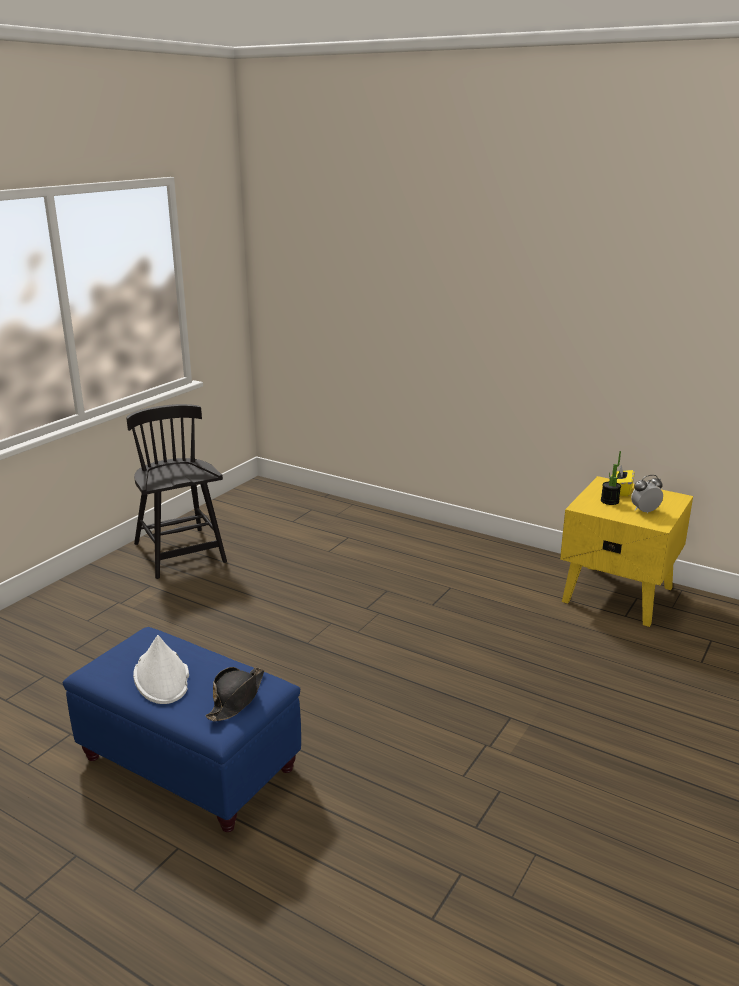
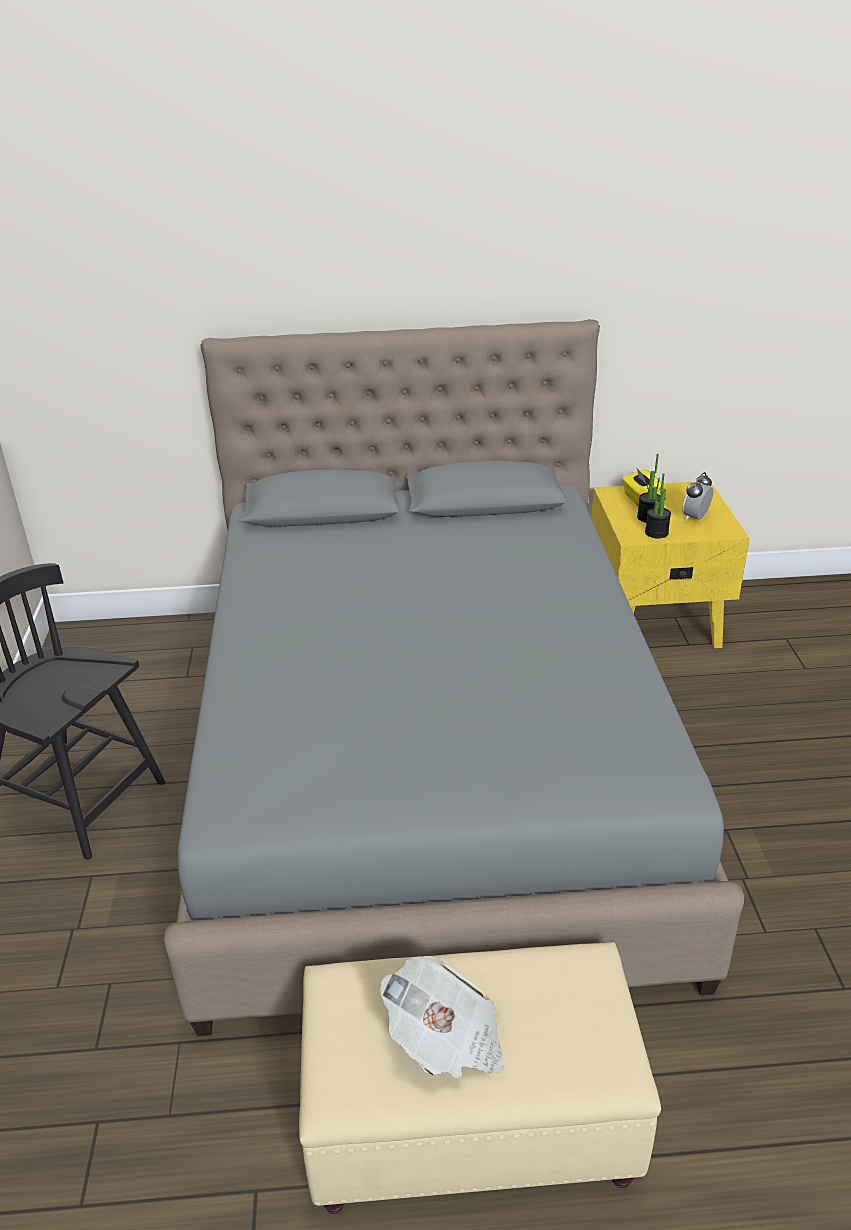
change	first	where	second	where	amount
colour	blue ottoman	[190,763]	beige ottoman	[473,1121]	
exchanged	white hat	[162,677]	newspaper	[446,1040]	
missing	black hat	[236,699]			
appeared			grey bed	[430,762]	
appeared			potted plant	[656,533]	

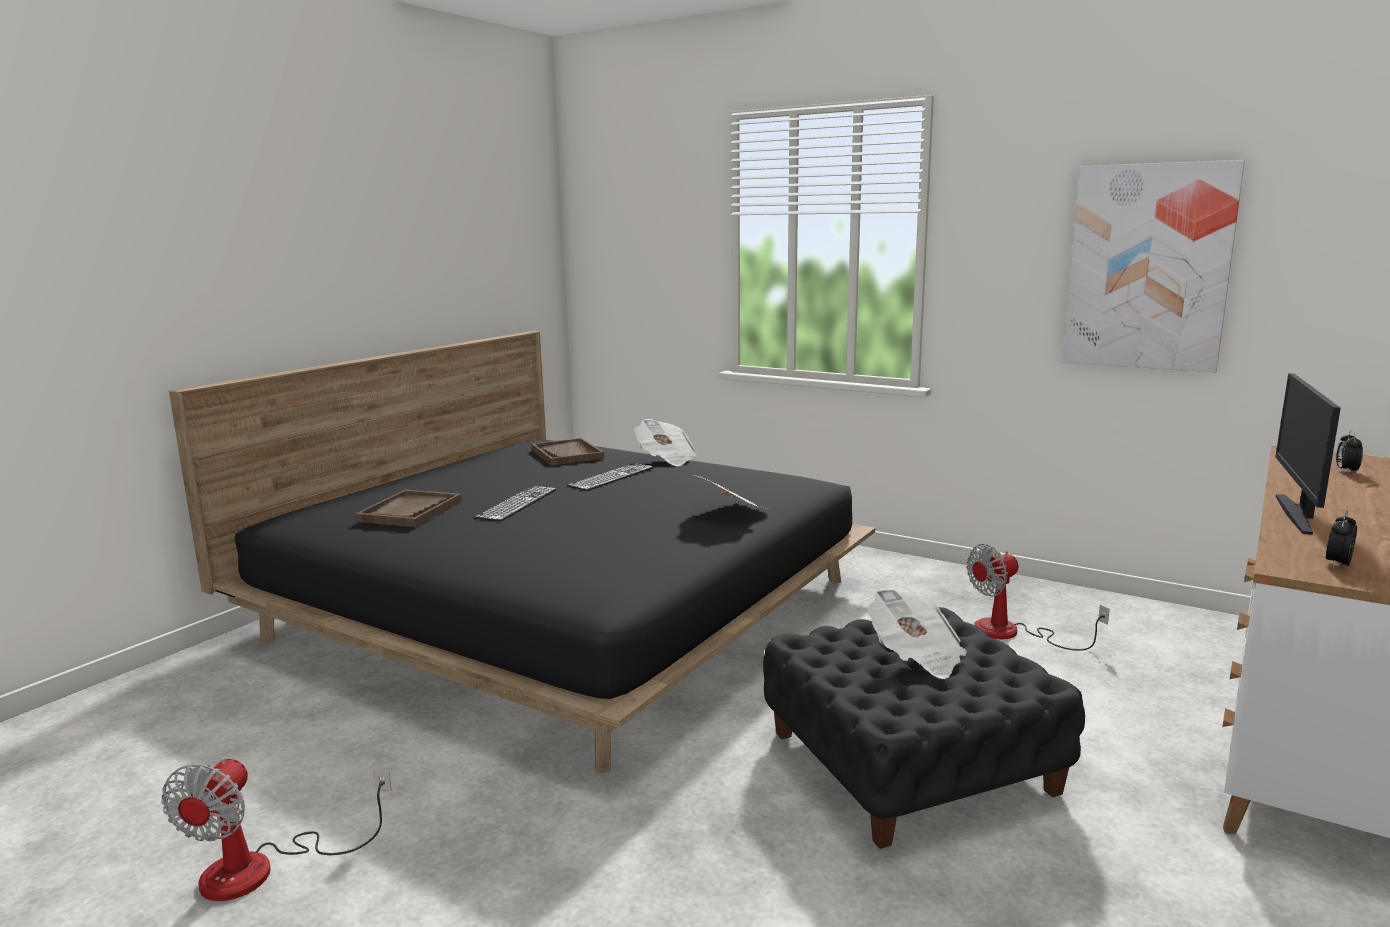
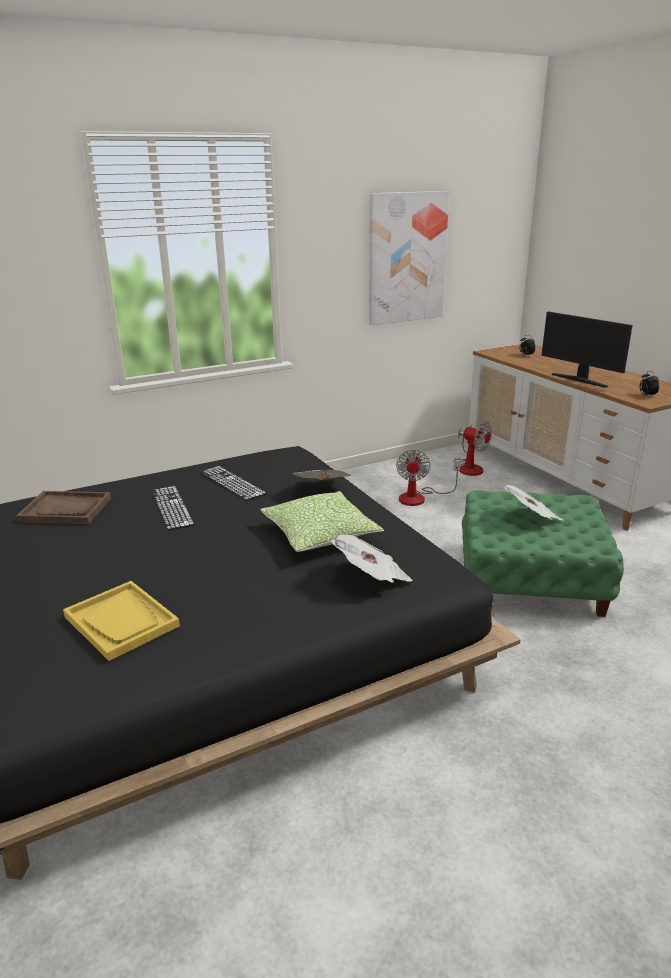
change	first	where	second	where	amount
relocated	fan	[263,868]		[469,467]	
colour	brown tray	[410,511]	yellow tray	[122,621]	
relocated	keyboard	[517,503]		[232,483]	
relocated	newspaper	[666,459]		[372,577]	
colour	black ottoman	[910,762]	green ottoman	[530,577]	
appeared			pillow	[320,534]	

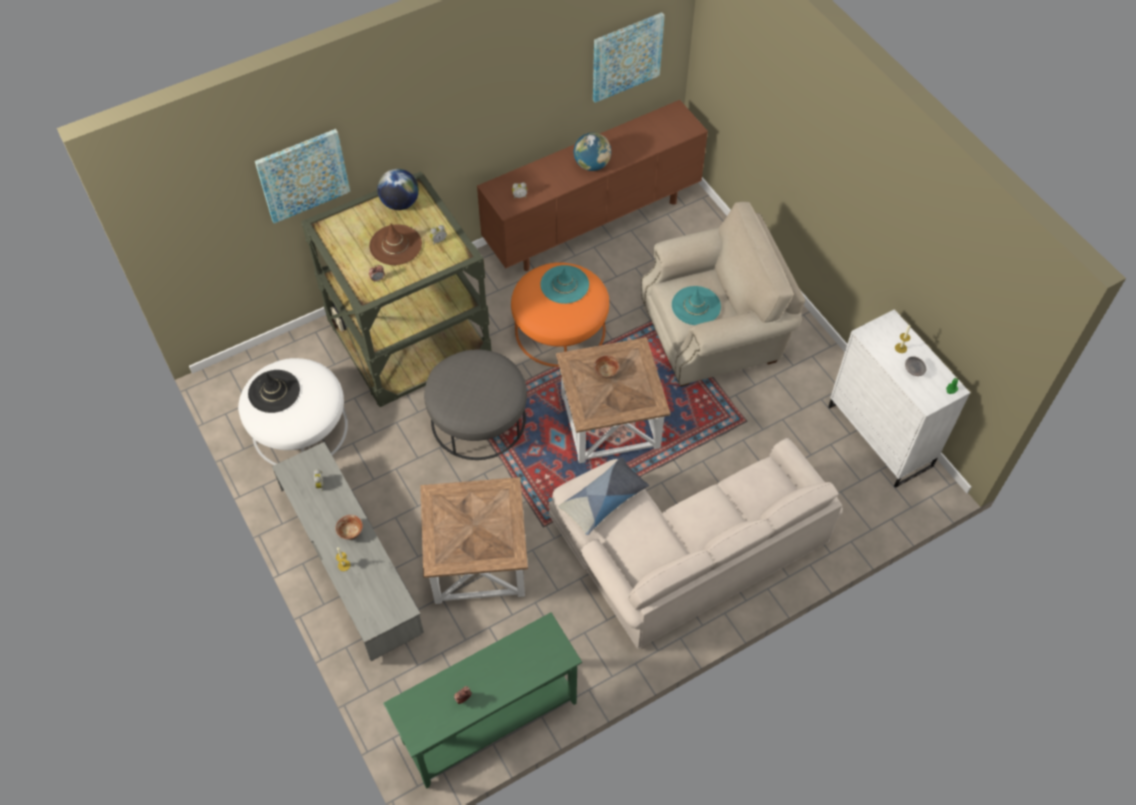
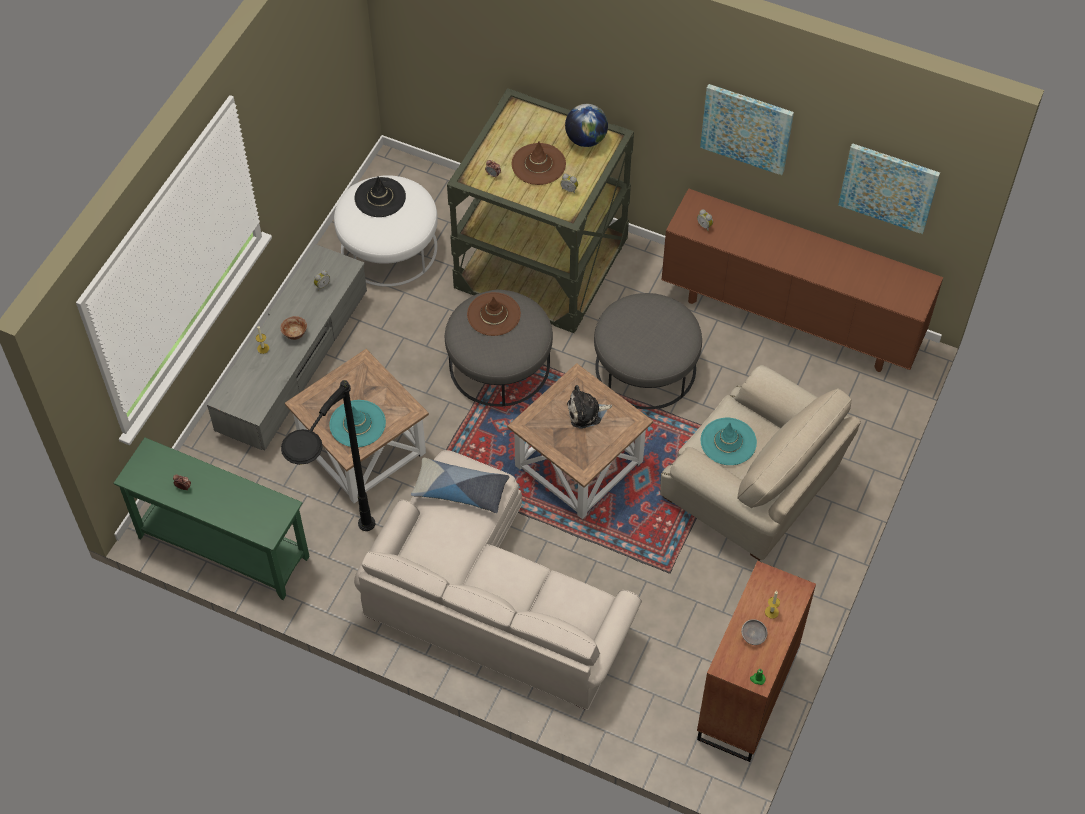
change	first	where	second	where	amount
relocated	picture	[303,175]		[746,128]	
colour	orange ottoman	[560,330]	grey ottoman	[645,367]	
relocated	turquoise hat	[564,285]		[357,424]	
missing	globe	[592,165]			
exchanged	bowl	[606,373]	plush toy	[586,412]	
colour	white dresser	[881,436]	brown dresser	[747,697]	
appeared			black floor lamp	[340,568]	
appeared			brown hat	[493,314]	

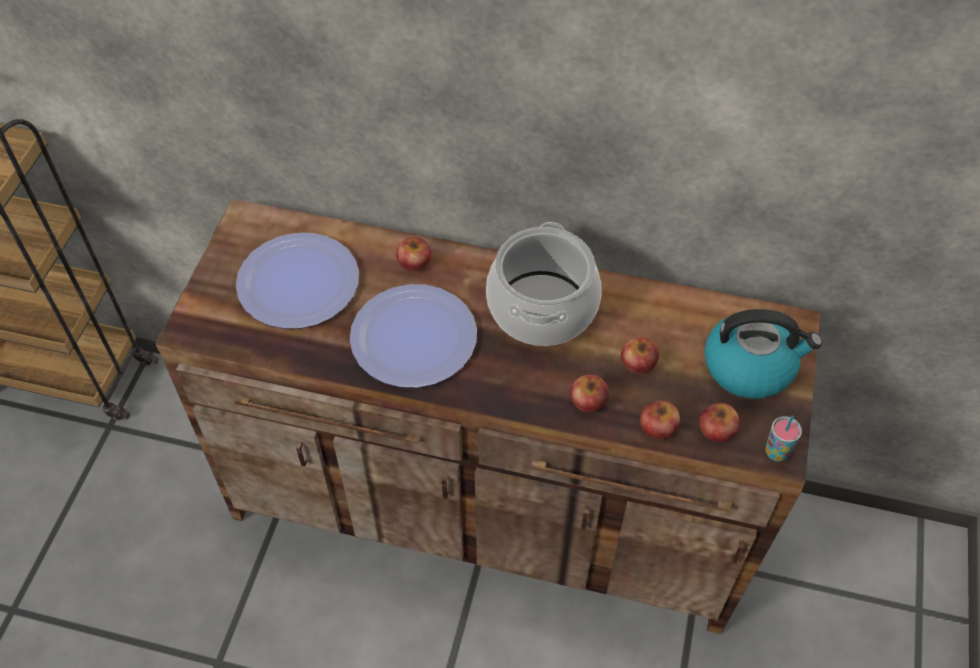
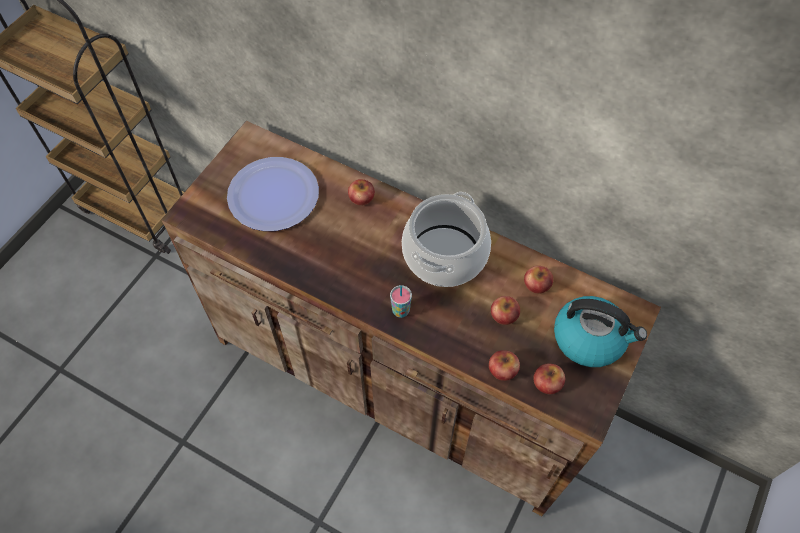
change	first	where	second	where	amount
missing	plate	[414,337]			
relocated	apple	[588,400]		[537,284]	
relocated	cup	[776,453]		[400,311]	

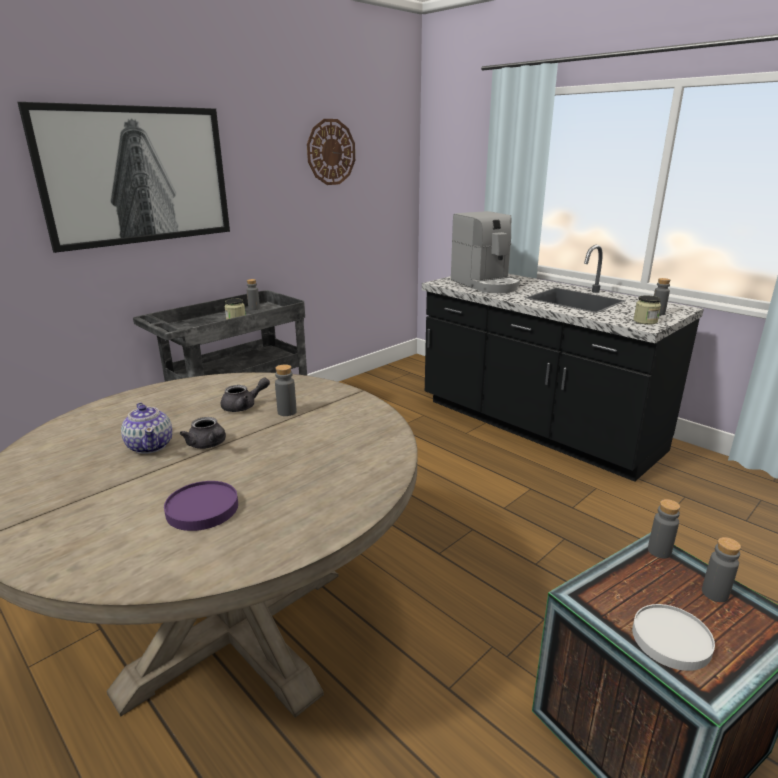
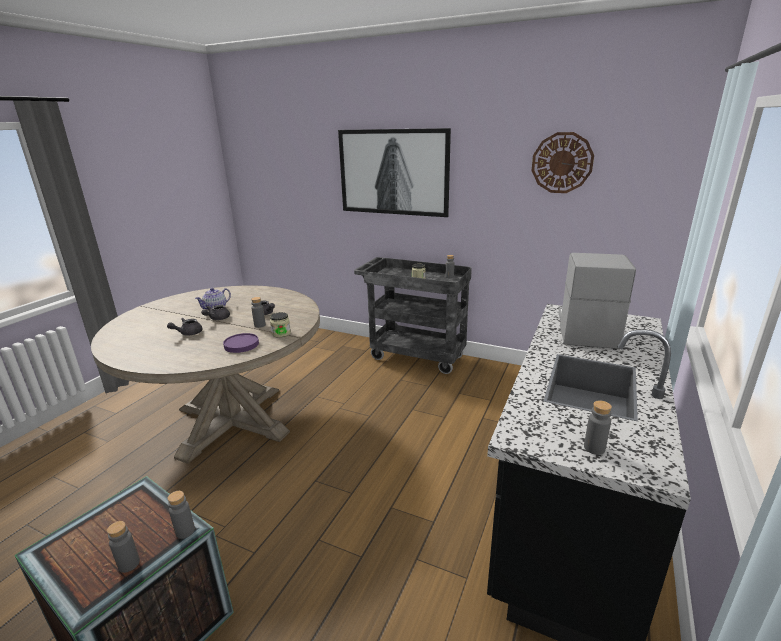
change	first	where	second	where	amount
relocated	purple plate	[201,509]		[241,344]	
spun	coffee machine	[486,284]		[585,329]	150 degrees clockwise
missing	white plate	[670,640]			
relocated	jar	[645,321]		[281,333]	
appeared			grey teapot	[188,333]	

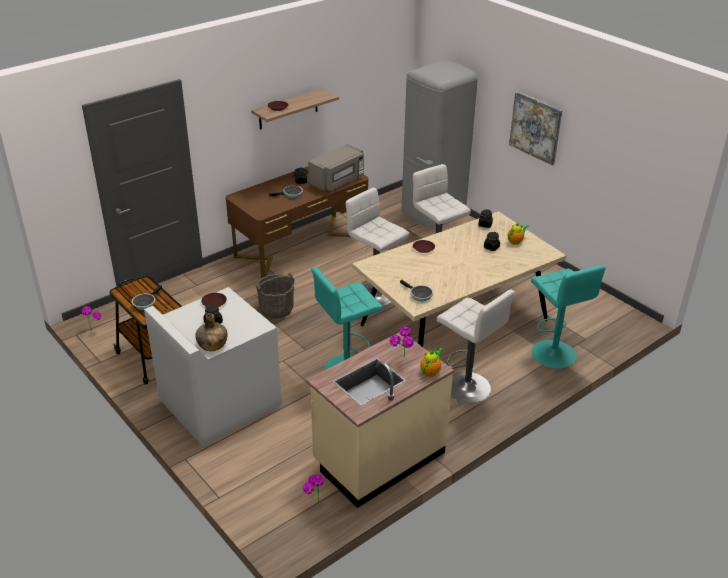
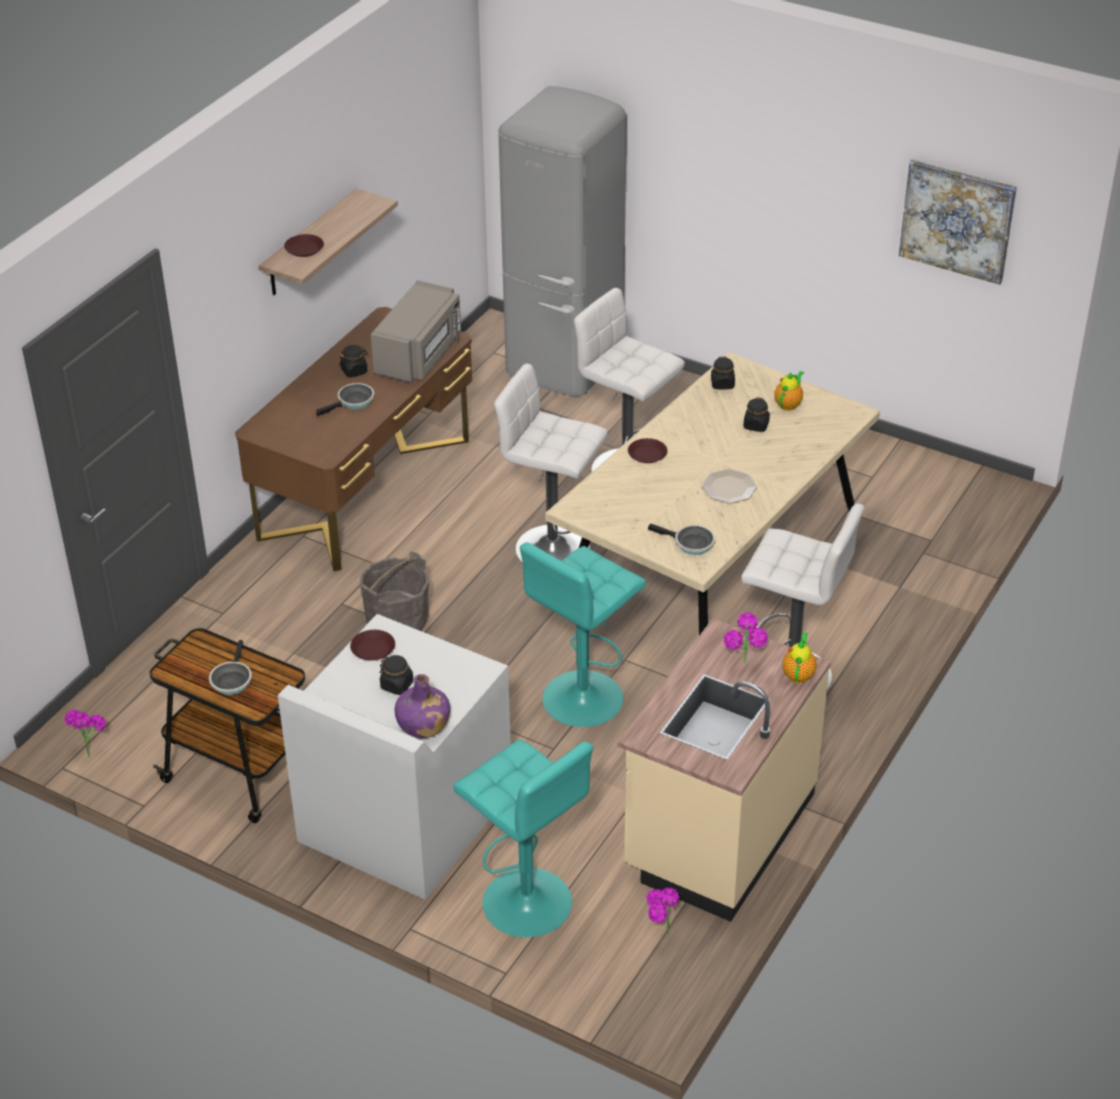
change	first	where	second	where	amount
colour	green bottle	[212,344]	purple bottle	[423,725]	
relocated	picture	[535,127]		[957,220]	
relocated	turquoise stool	[553,354]		[527,903]	
appeared			plate	[728,487]	

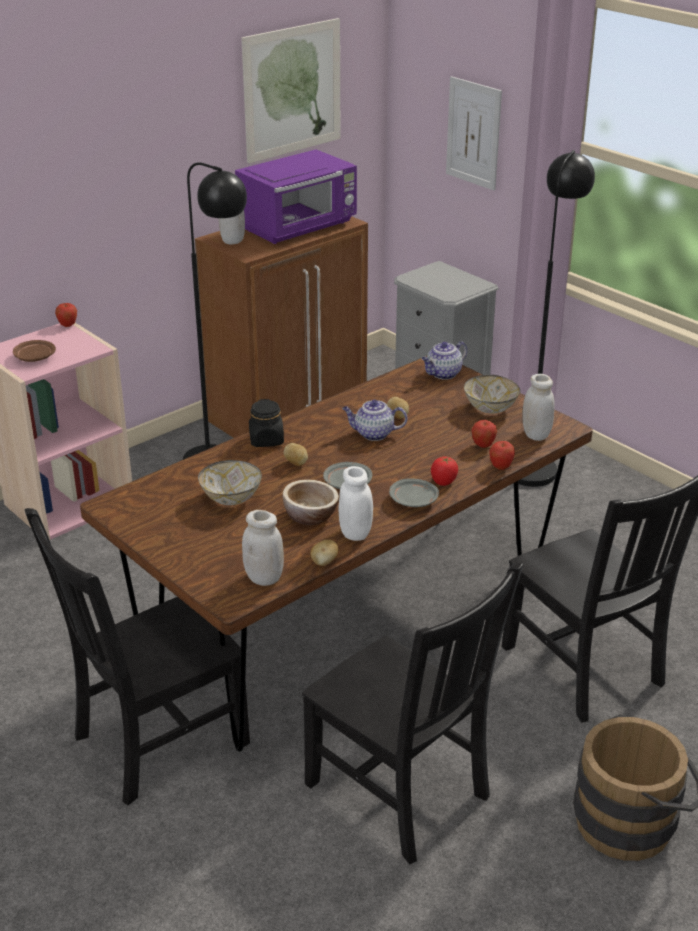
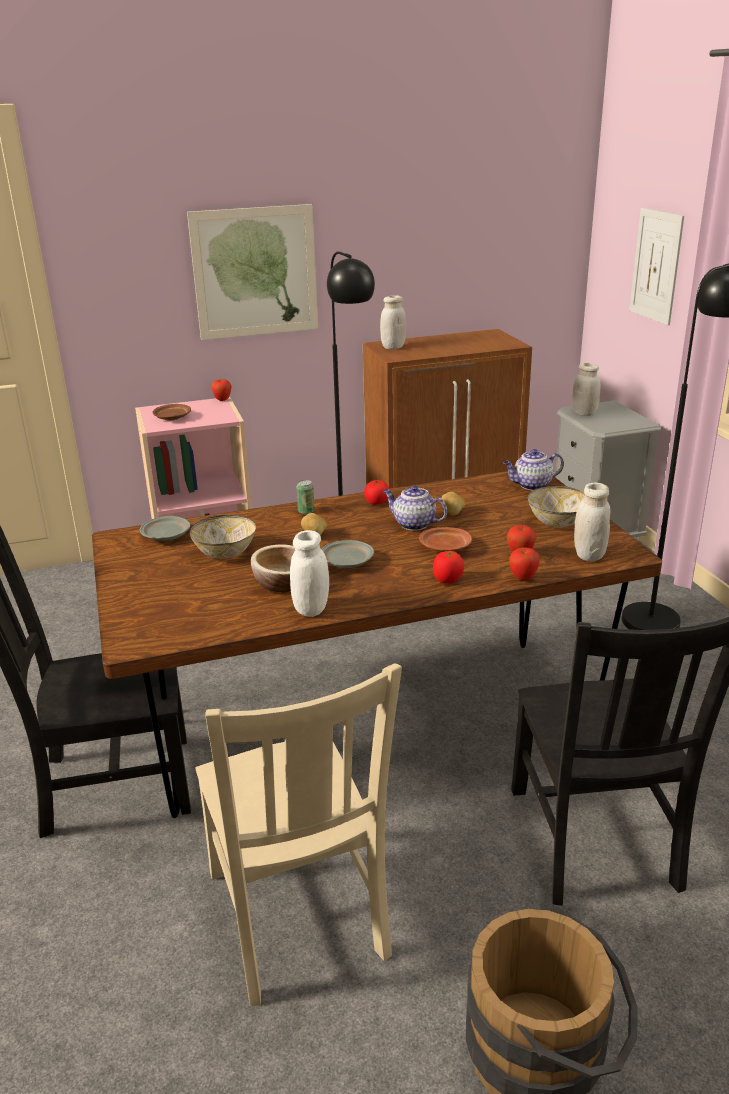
change	first	where	second	where	amount
missing	purple microwave	[299,227]			
relocated	picture	[292,90]		[255,272]	
relocated	white jar	[264,578]		[584,413]	
exchanged	black jar	[266,440]	can	[306,511]	
colour	black chair	[401,794]	beige chair	[298,919]	
missing	potato	[324,562]			
relocated	grey plate	[414,501]		[166,536]	
appeared			tomato	[377,502]	
appeared			brown plate	[446,548]	

